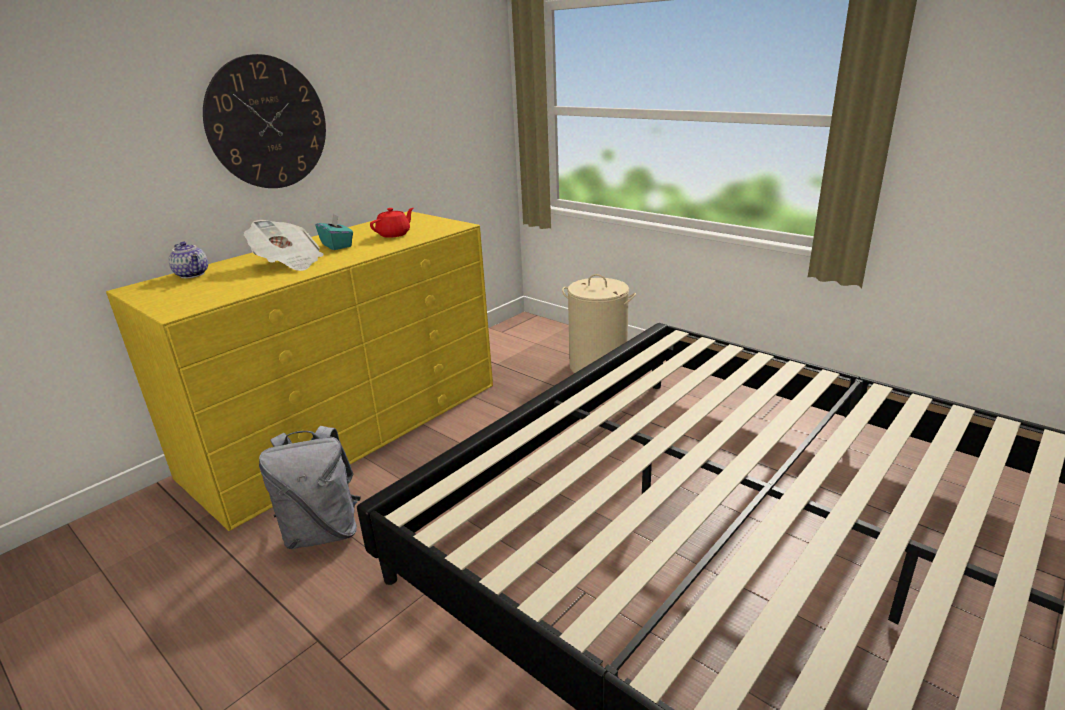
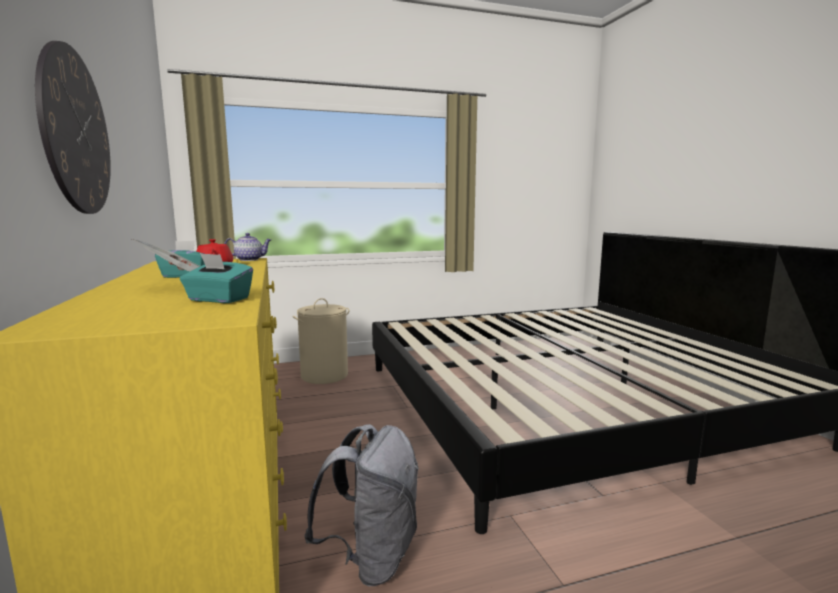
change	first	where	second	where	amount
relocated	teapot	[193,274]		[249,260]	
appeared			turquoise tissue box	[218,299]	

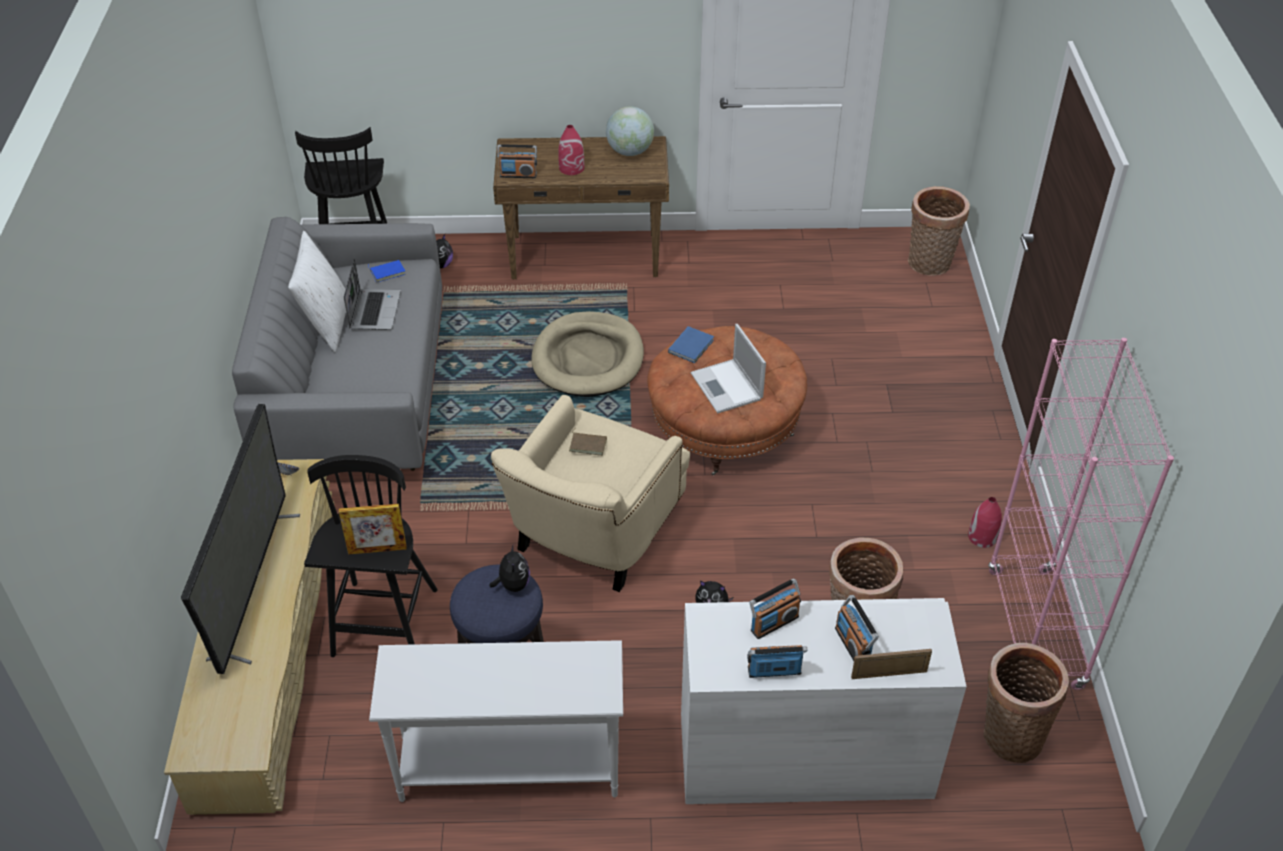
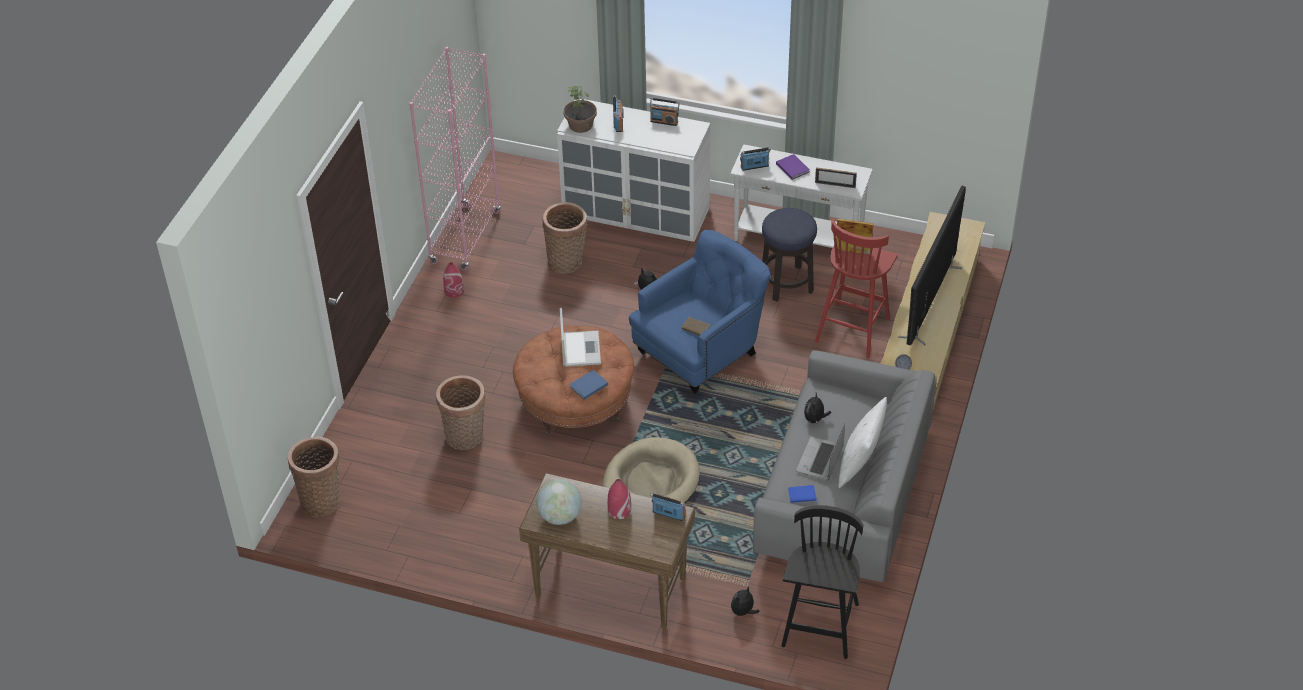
change	first	where	second	where	amount
colour	black stool	[384,625]	red stool	[853,328]	
relocated	plush toy	[513,585]		[815,419]	
colour	beige armchair	[593,533]	blue armchair	[701,351]	
relocated	radio	[774,623]		[754,166]	
relocated	picture frame	[889,674]		[835,185]	
relocated	basket	[1009,735]		[465,438]	
appeared			potted plant	[581,125]	
appeared			purple book	[792,167]	

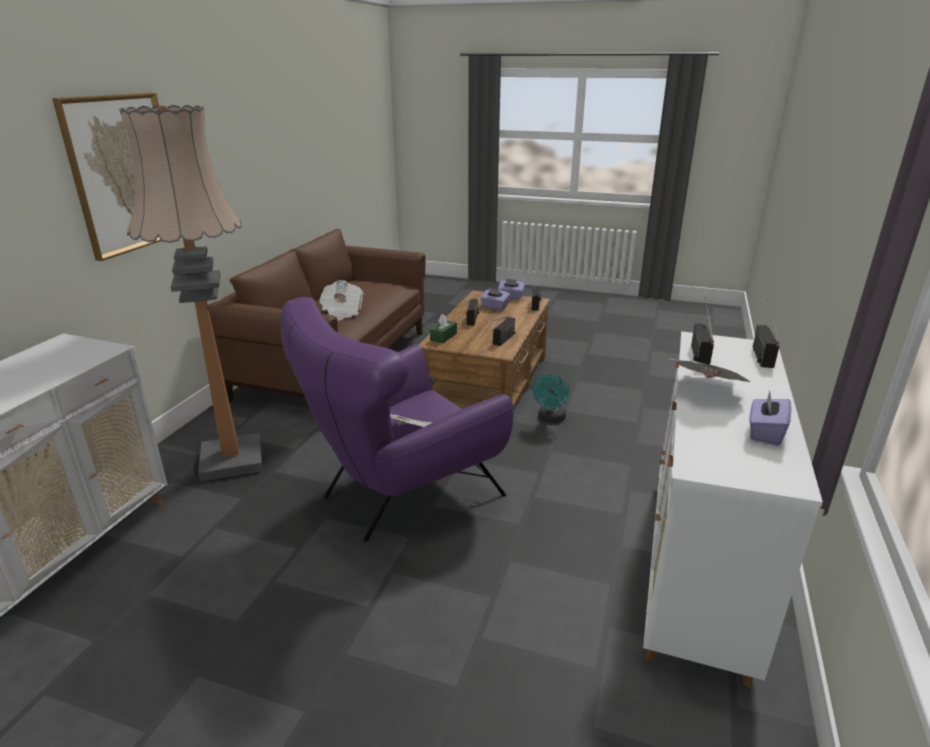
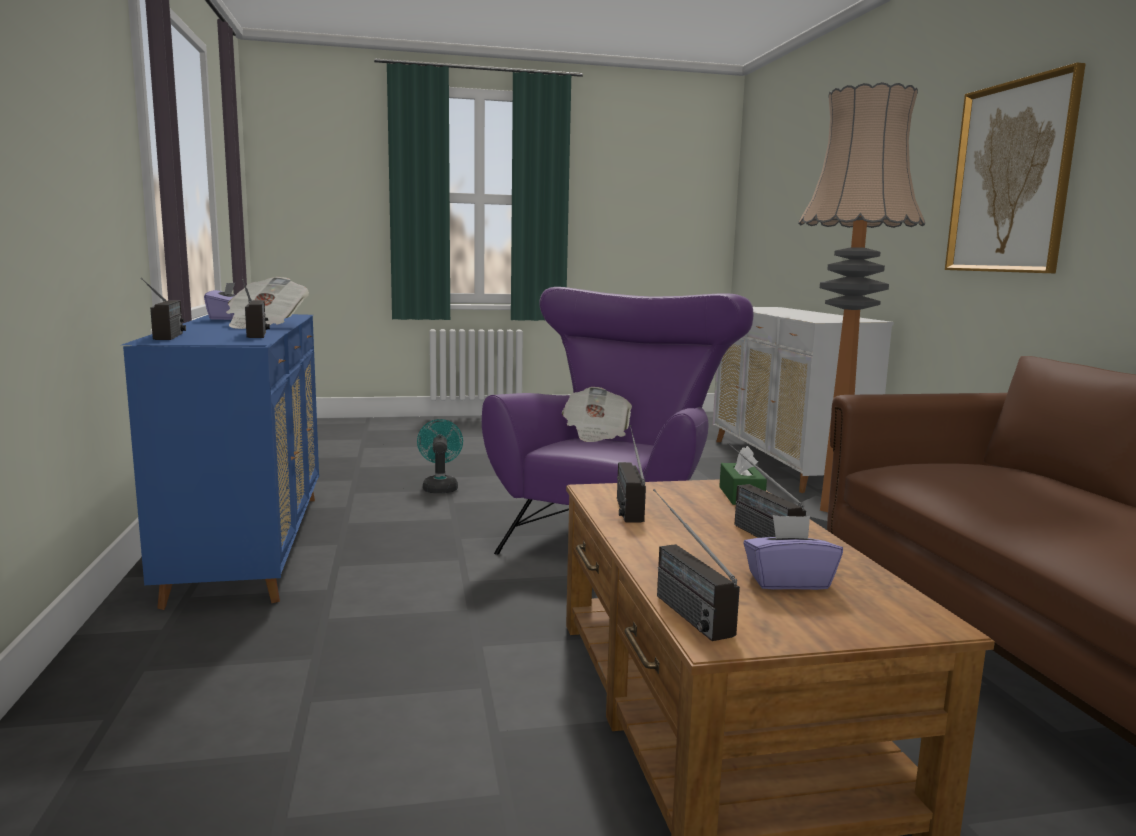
change	first	where	second	where	amount
missing	newspaper	[342,312]			
missing	purple tissue box	[511,297]			
relocated	turquoise fan	[550,419]		[440,487]	
colour	white cabinet	[697,568]	blue cabinet	[250,544]	

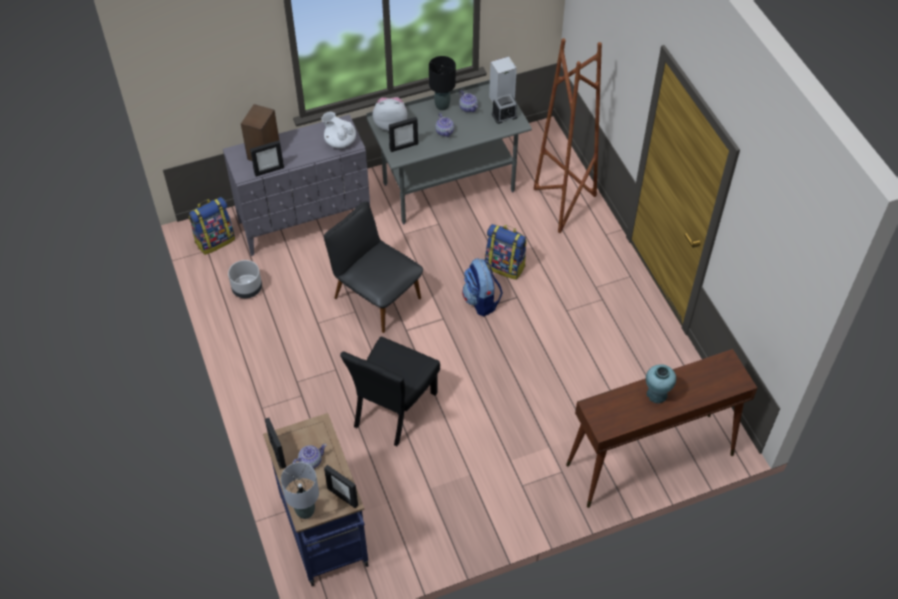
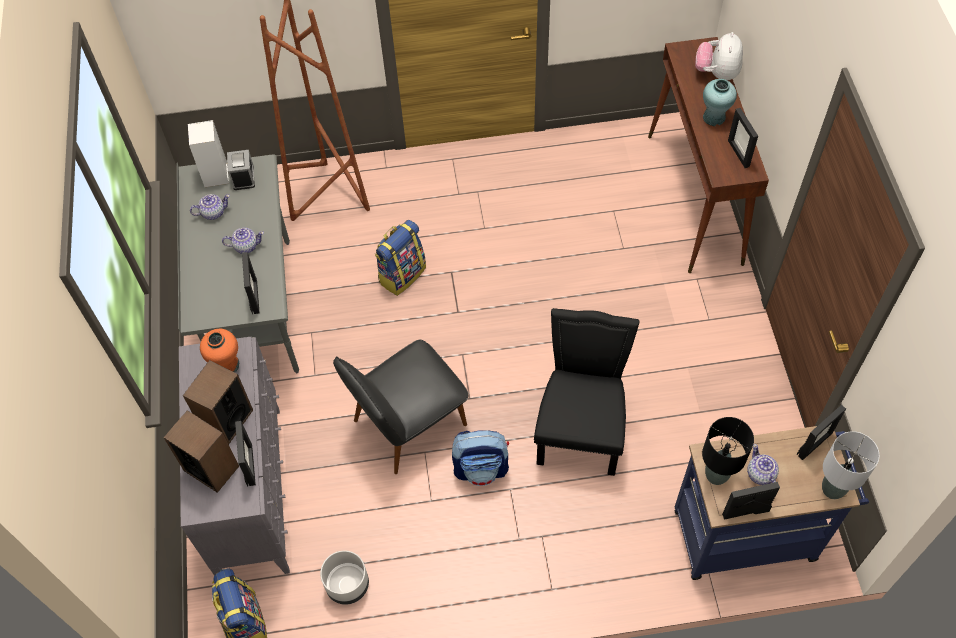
change	first	where	second	where	amount
exchanged	white teapot	[340,141]	orange vase	[227,365]	
spun	black chair	[394,407]		[580,430]	120 degrees counterclockwise
relocated	plush toy	[390,124]		[717,73]	
relocated	black table lamp	[442,105]		[716,475]	
relocated	backpack	[481,301]		[481,468]	
appeared			speaker	[227,420]	
appeared			picture frame	[739,153]	

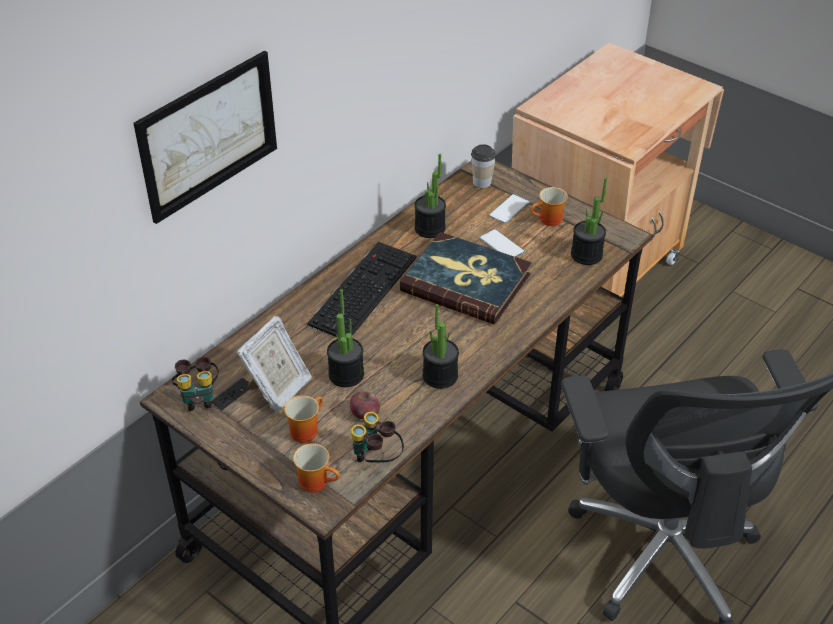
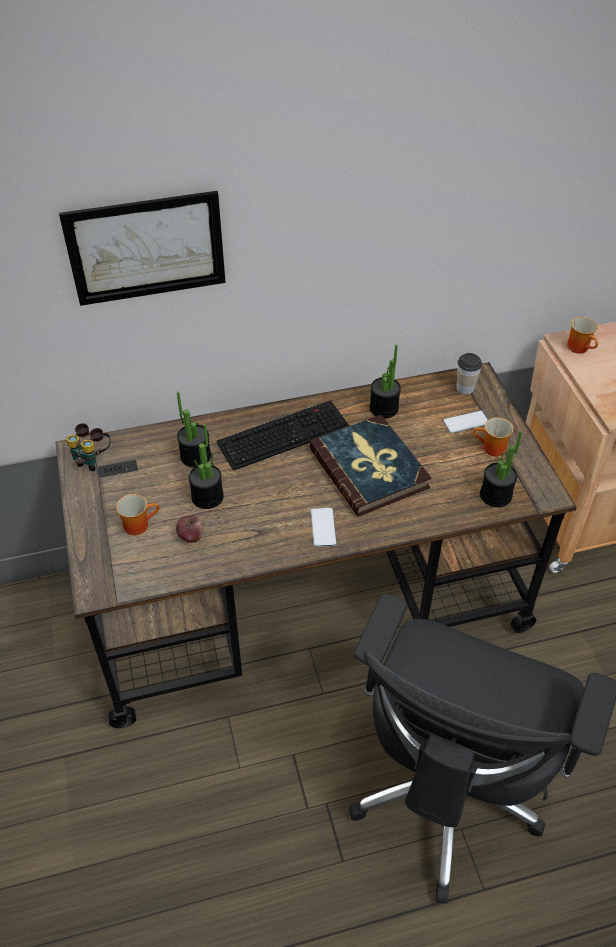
change	first	where	second	where	amount
missing	picture frame	[278,389]			
relocated	mug	[317,481]		[580,348]	
missing	binoculars	[376,460]			
relocated	potted plant	[440,376]		[195,456]	
relocated	phone	[502,245]		[323,527]	

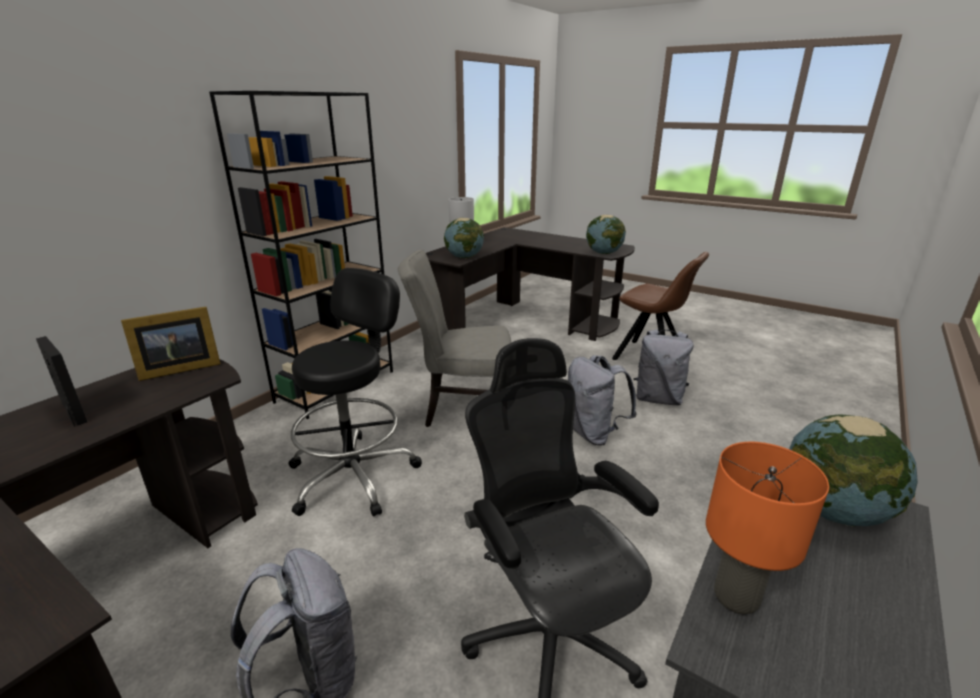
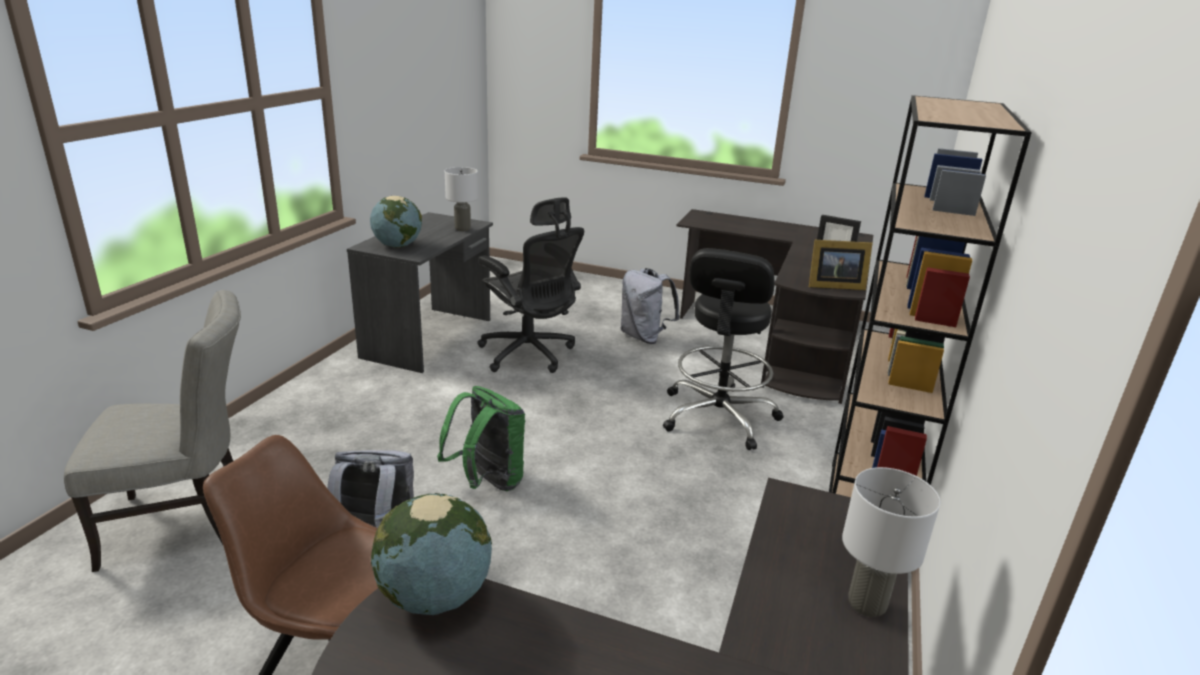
change	first	where	second	where	amount
spun	picture frame	[177,369]		[833,285]	135 degrees counterclockwise
relocated	grey chair	[461,408]		[189,523]	
missing	globe	[464,257]			
colour	grey backpack	[593,433]	green backpack	[487,482]	
colour	orange table lamp	[734,600]	white table lamp	[463,229]	

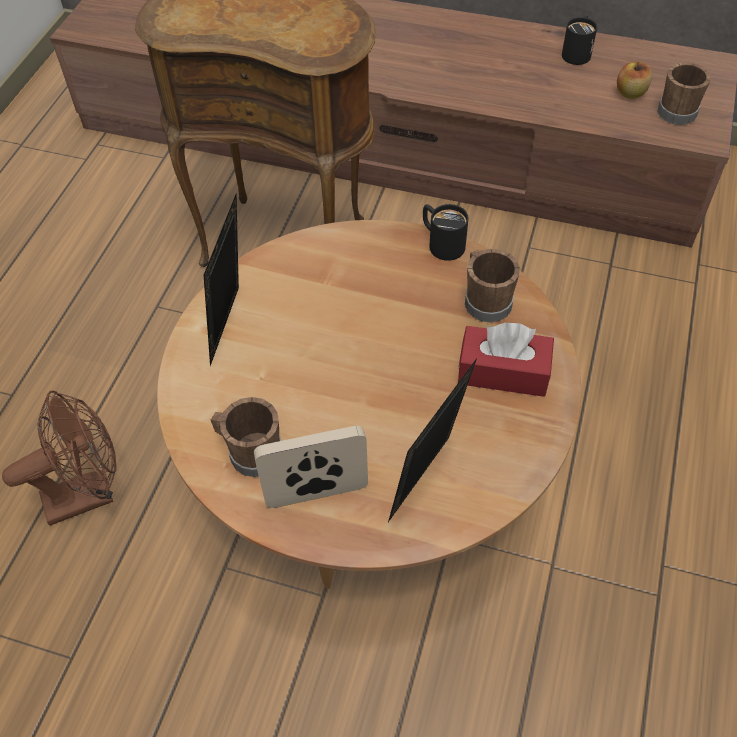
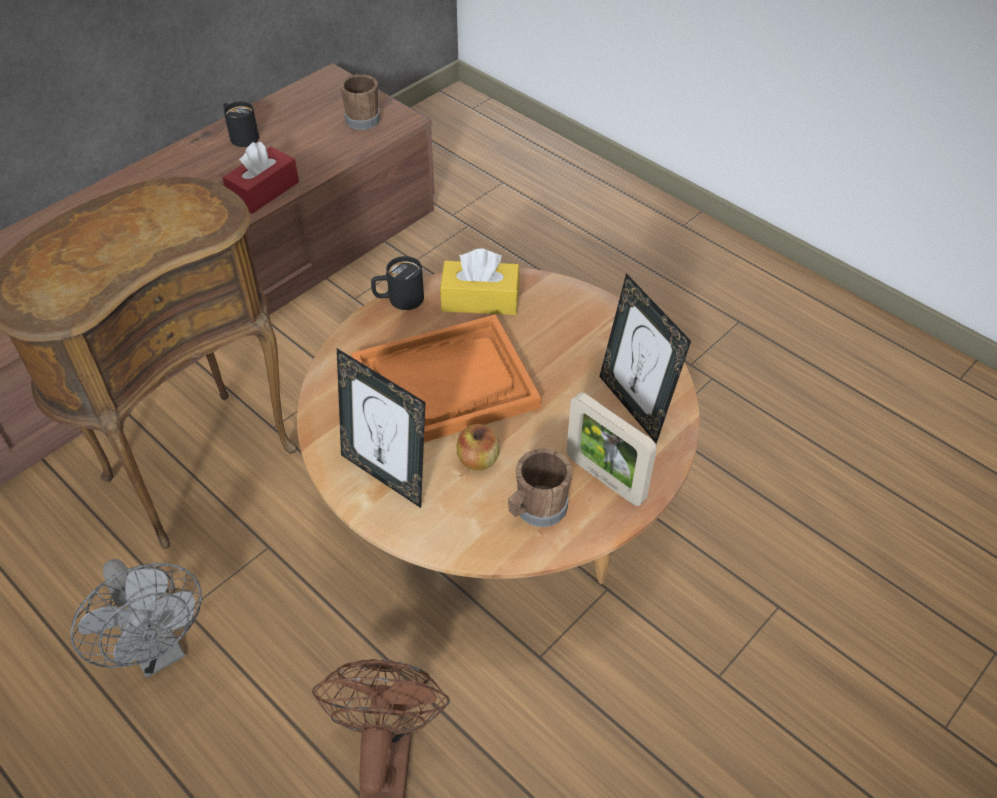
change	first	where	second	where	amount
spun	picture frame	[316,493]		[605,479]	60 degrees counterclockwise
relocated	red tissue box	[503,372]		[264,191]	
exchanged	brown mug	[485,300]	yellow tissue box	[480,299]	
relocated	apple	[630,93]		[478,460]	
appeared			grey fan	[159,650]	
appeared			orange tray	[445,385]	

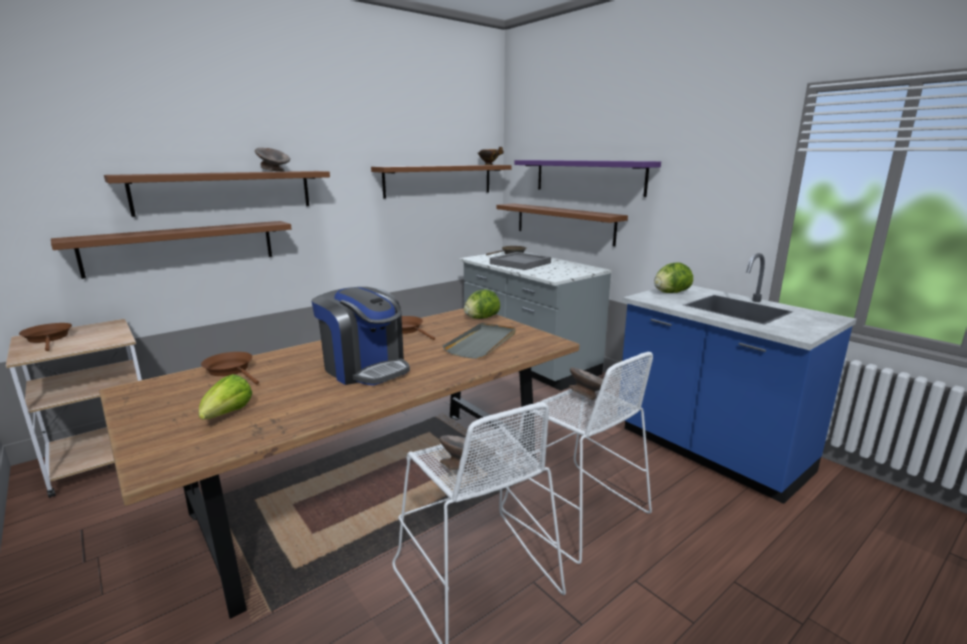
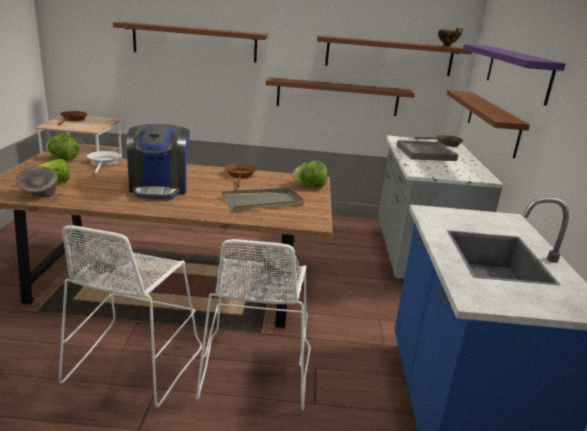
change	first	where	second	where	amount
relocated	brown shelf	[182,247]		[337,97]	
colour	brown frying pan	[231,370]	white frying pan	[104,163]	
relocated	grey bowl	[274,171]		[40,196]	
relocated	lettuce	[670,293]		[63,159]	

